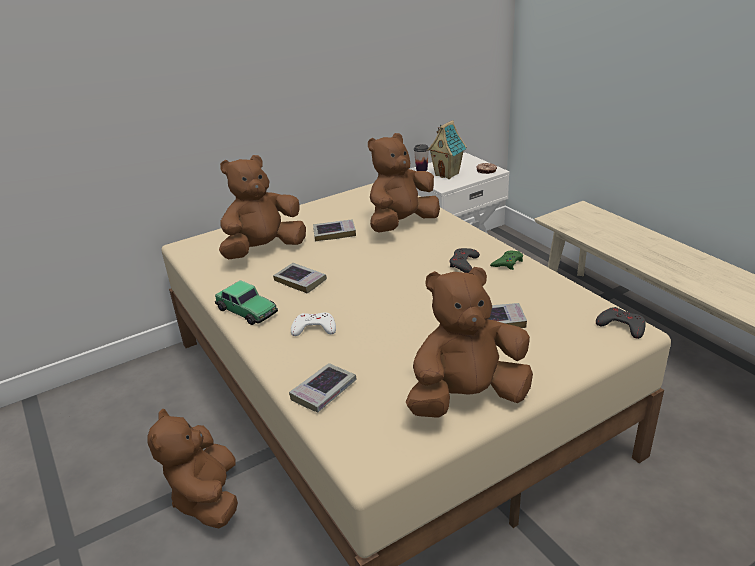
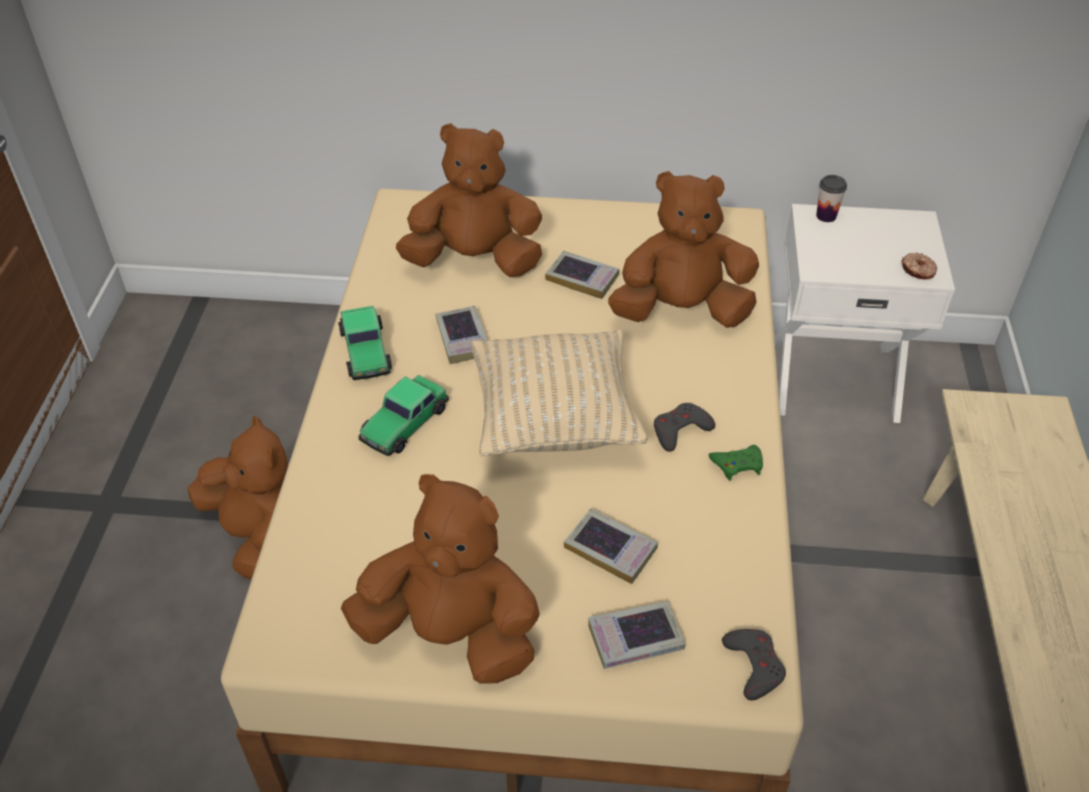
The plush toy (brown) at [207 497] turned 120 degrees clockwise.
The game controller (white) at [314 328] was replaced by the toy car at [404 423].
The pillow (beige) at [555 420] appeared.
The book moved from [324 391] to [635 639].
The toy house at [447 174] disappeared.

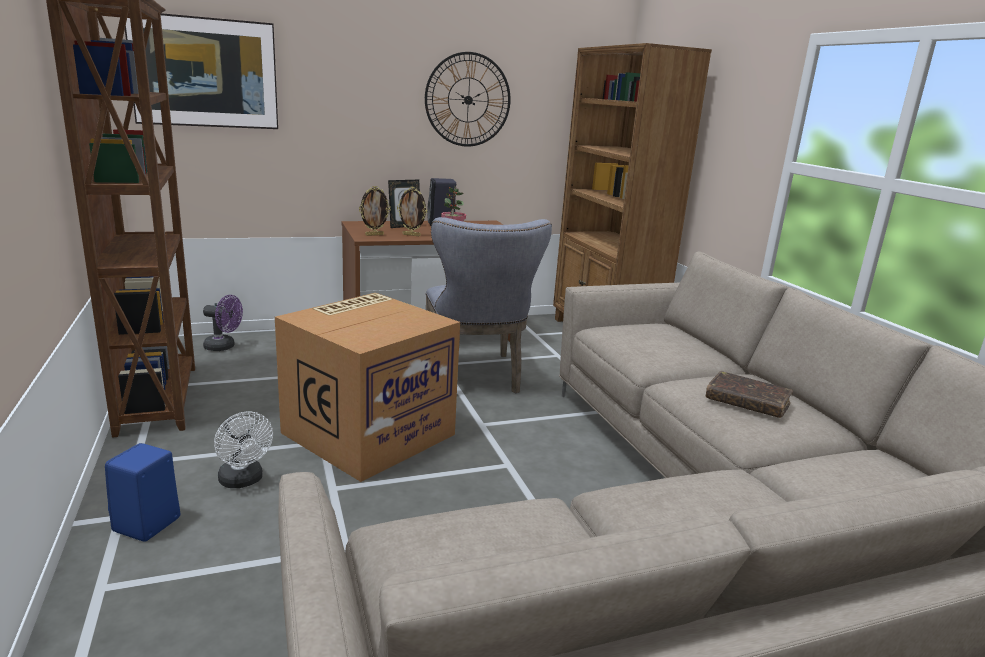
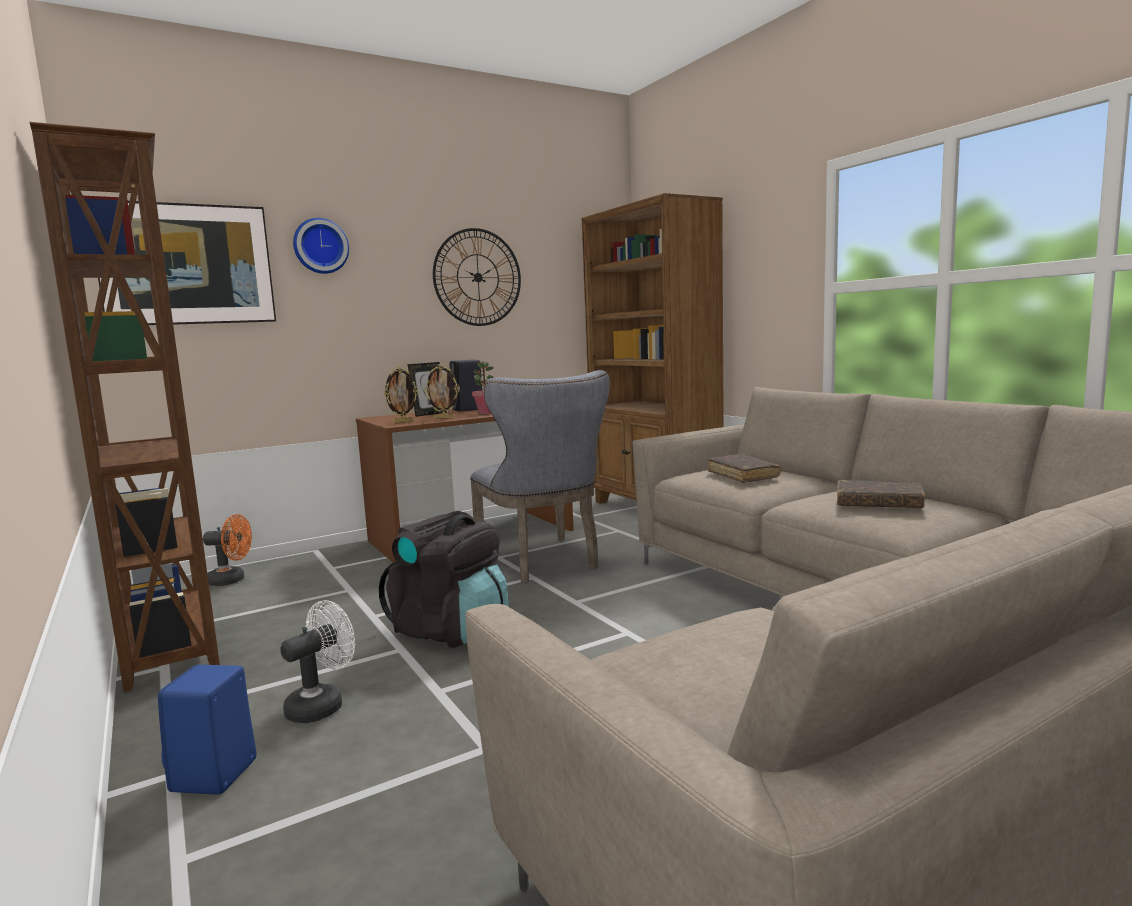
The fan (purple) at [224 347] became the fan (orange) at [232 580].
The fan (white) at [243 481] turned 90 degrees counterclockwise.
The wall clock at [320 246] appeared.
The cardboard box at [369 432] was replaced by the backpack (black) at [451 630].
The book (brown) at [743 475] appeared.

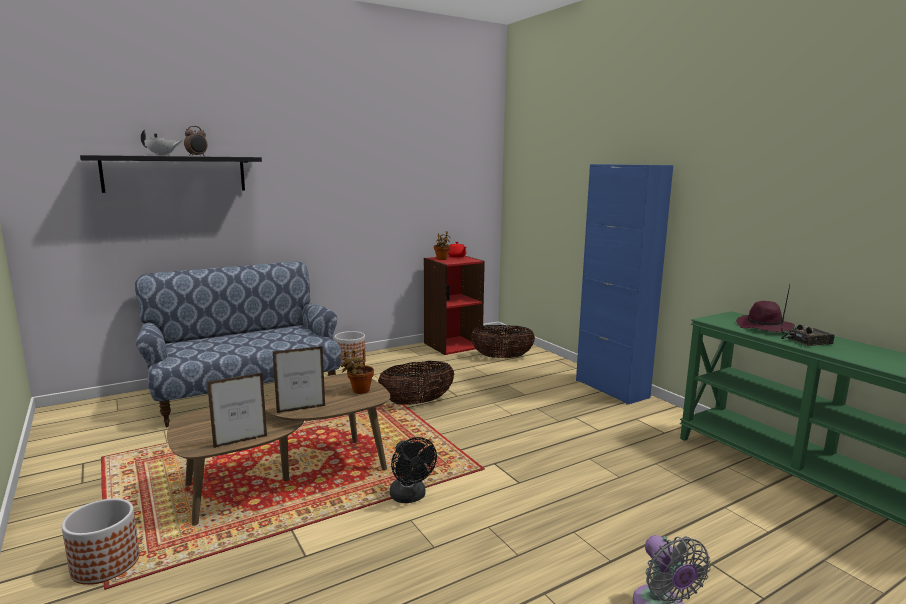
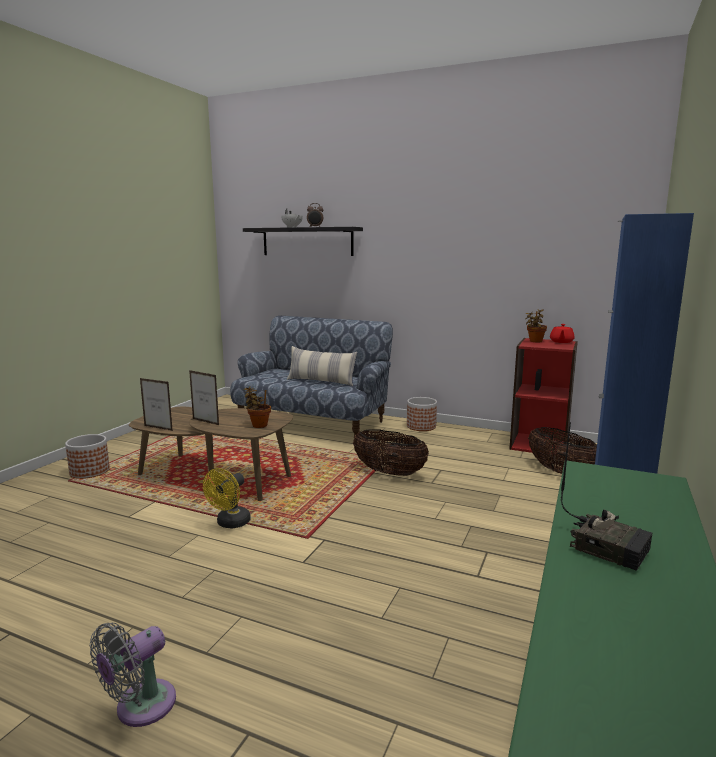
The fan (black) at [410 497] became the fan (yellow) at [230 524].
The pillow at [321 381] appeared.
The hat (purple) at [764 327] disappeared.

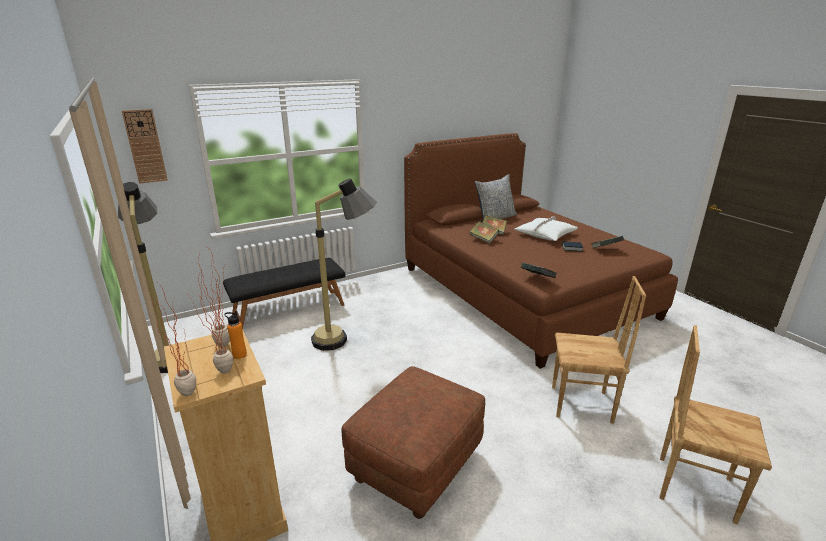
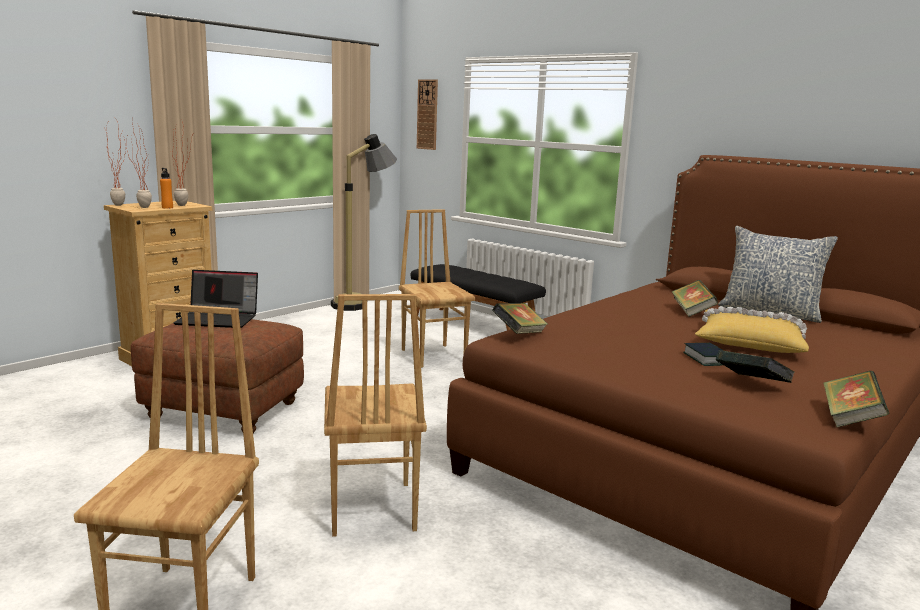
The laptop at [219 319] appeared.
The floor lamp at [346 340] was replaced by the chair (brown) at [434 355].
The pillow (white) at [545 234] became the pillow (yellow) at [749 342].
The book moved from [483 239] to [850 419].

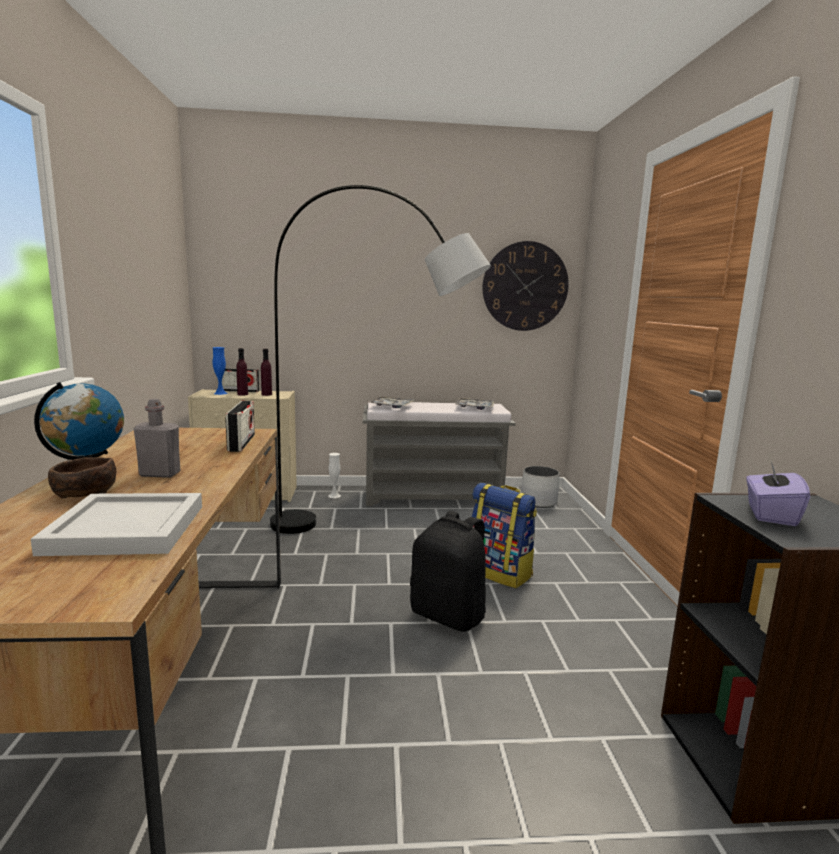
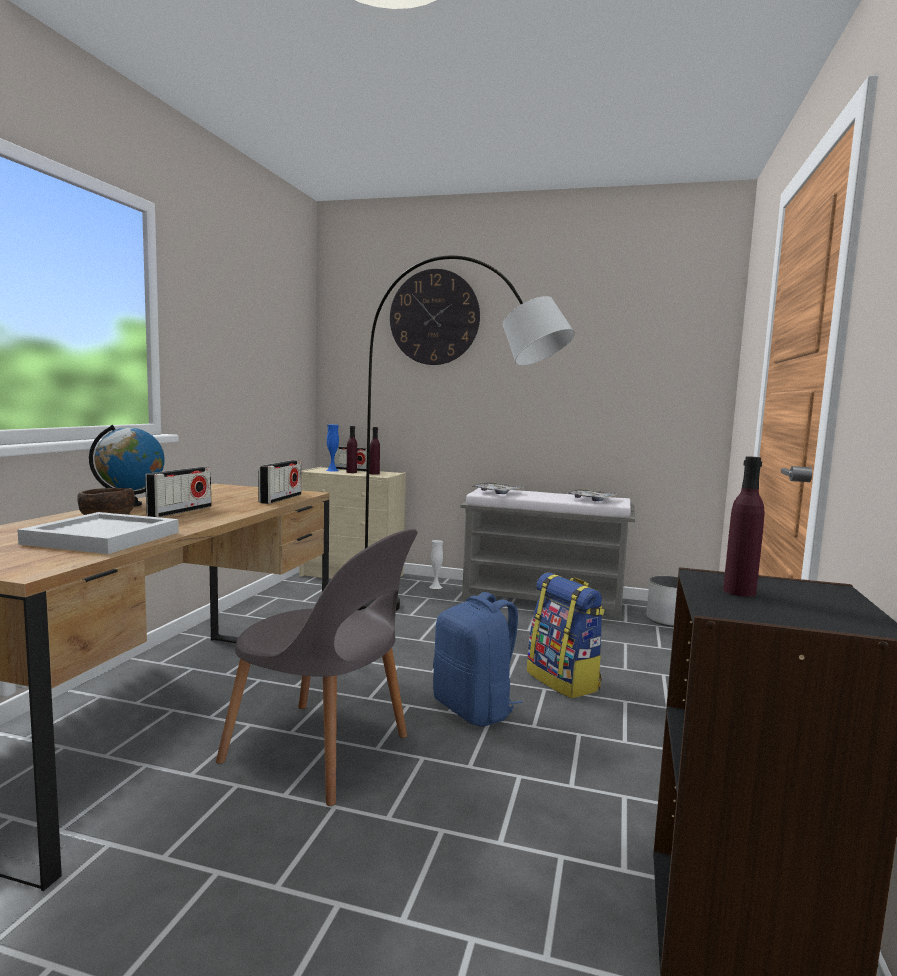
The bottle (grey) at [160 474] was replaced by the radio at [180 511].
The chair (grey) at [322 752] appeared.
The wall clock moved from [525 286] to [434 317].
The backpack (black) at [449 615] became the backpack (blue) at [475 710].
The tissue box (purple) at [770 514] was replaced by the bottle (purple) at [739 592].

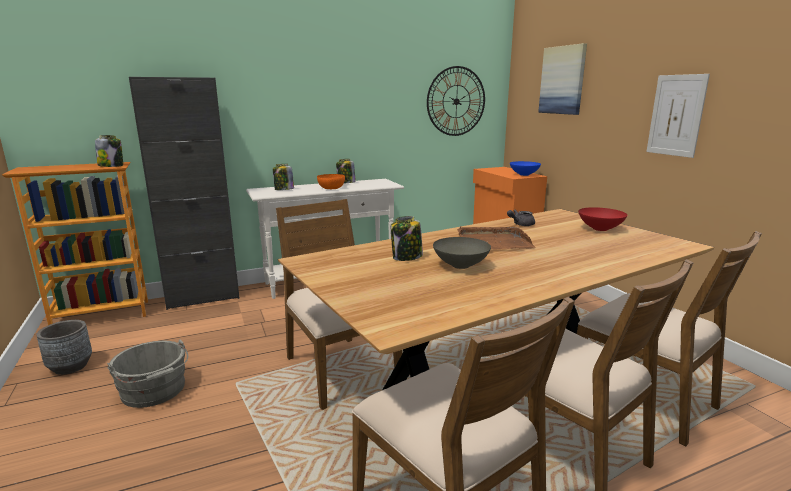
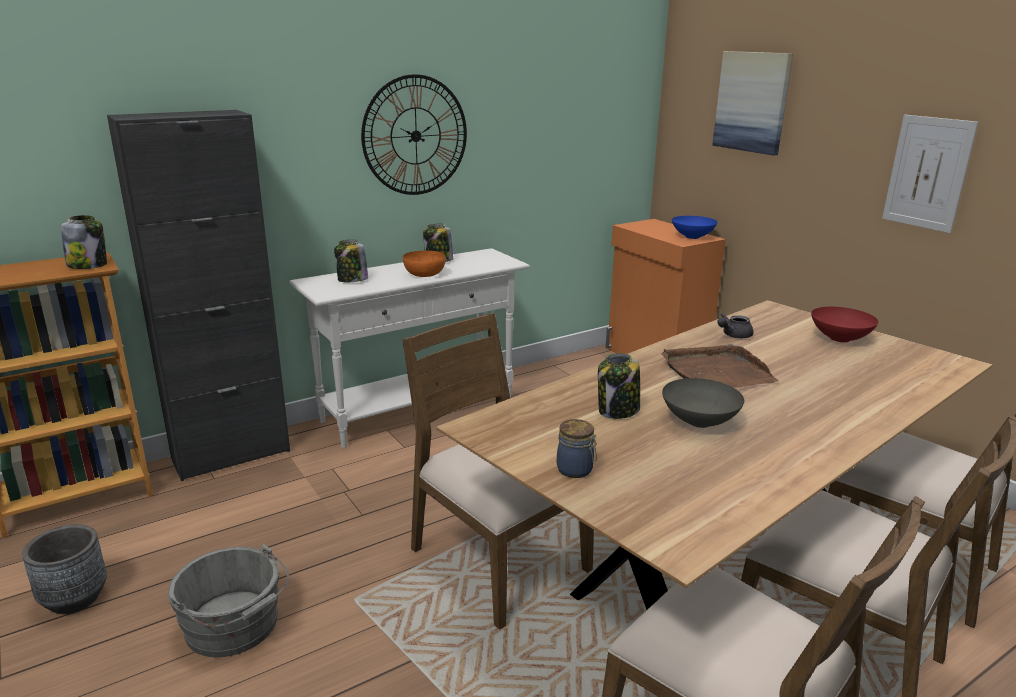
The wall clock moved from [456 101] to [415 136].
The jar at [576 470] appeared.

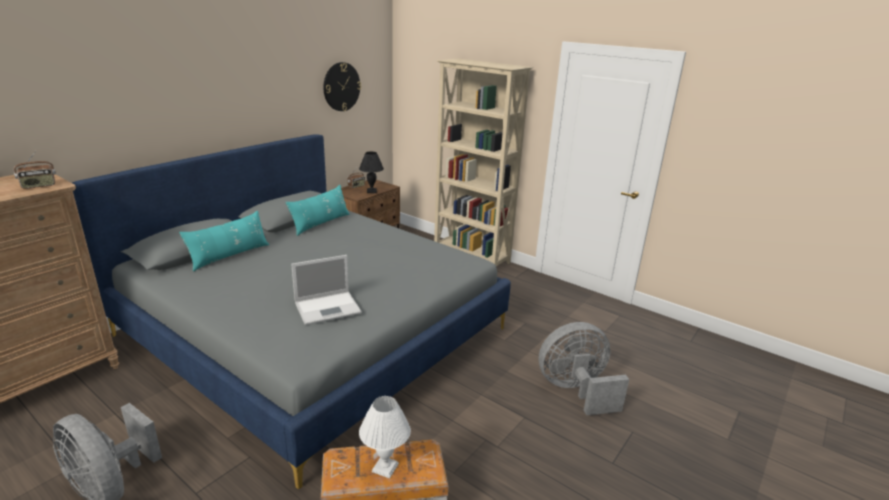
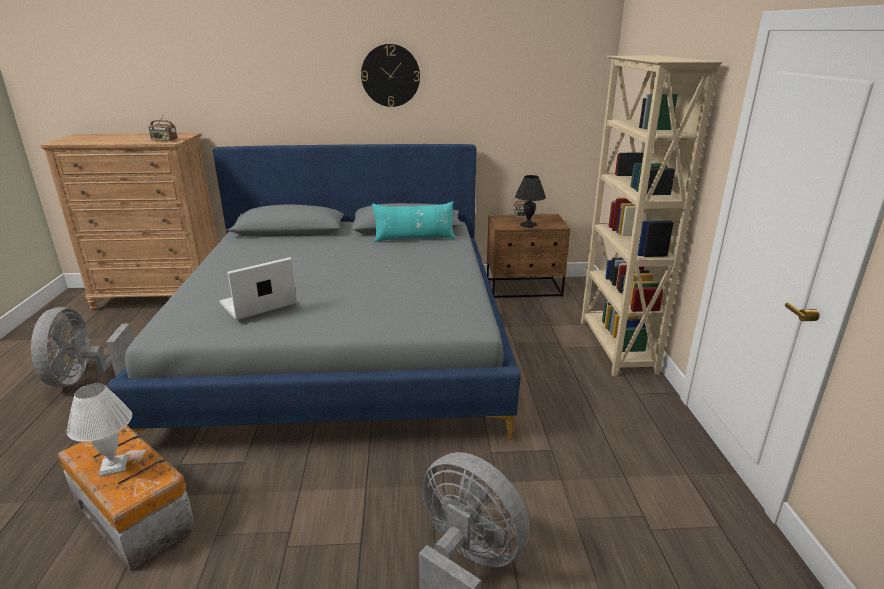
The laptop at [329 307] turned 120 degrees clockwise.
The wall clock moved from [341 87] to [390 75].
The pillow (turquoise) at [230 256] disappeared.

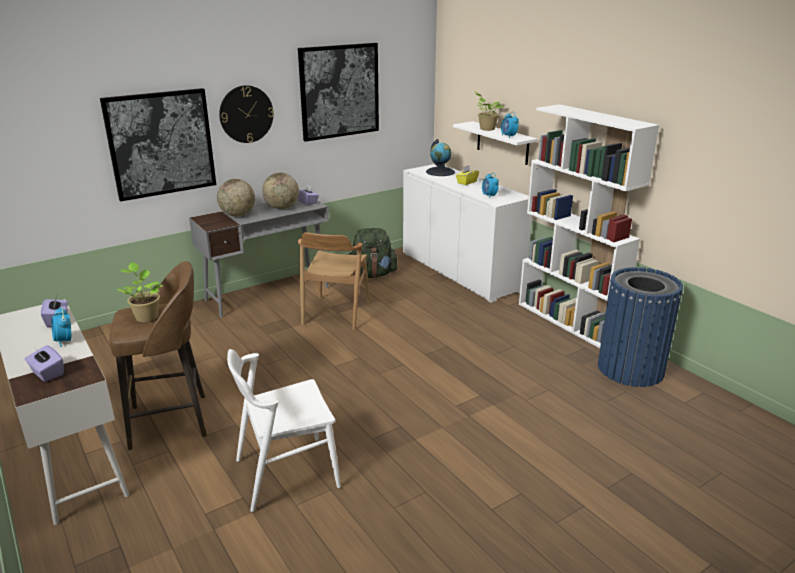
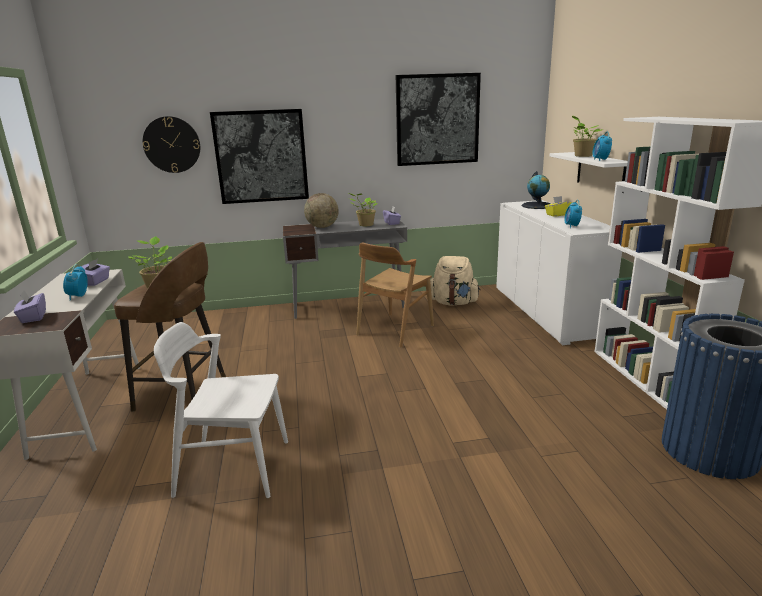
The wall clock moved from [246 114] to [172 144].
The globe at [282 207] was replaced by the potted plant at [365 225].
The backpack (green) at [372 274] became the backpack (beige) at [453 303].

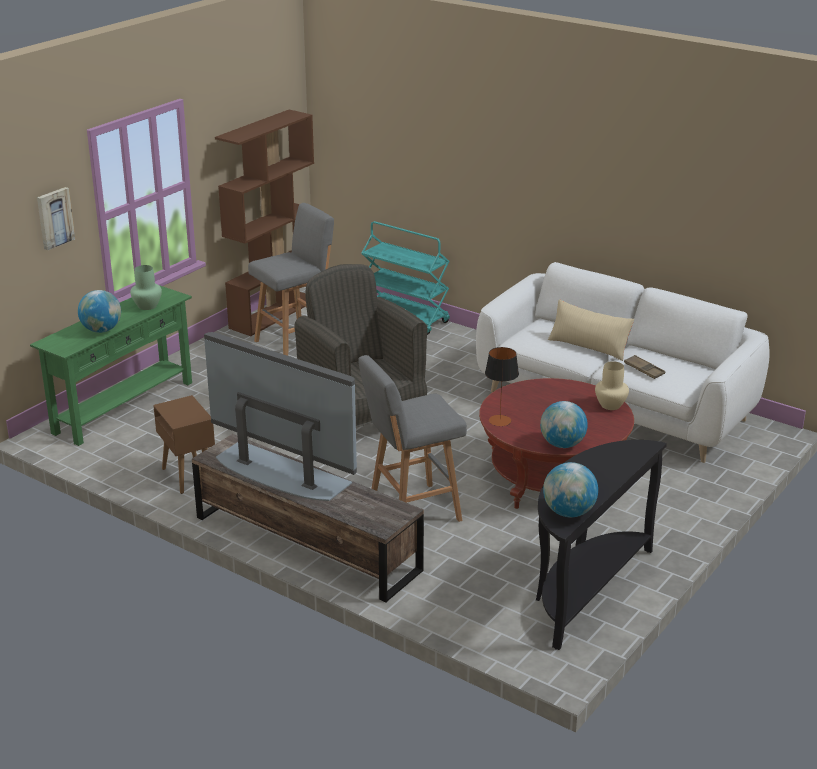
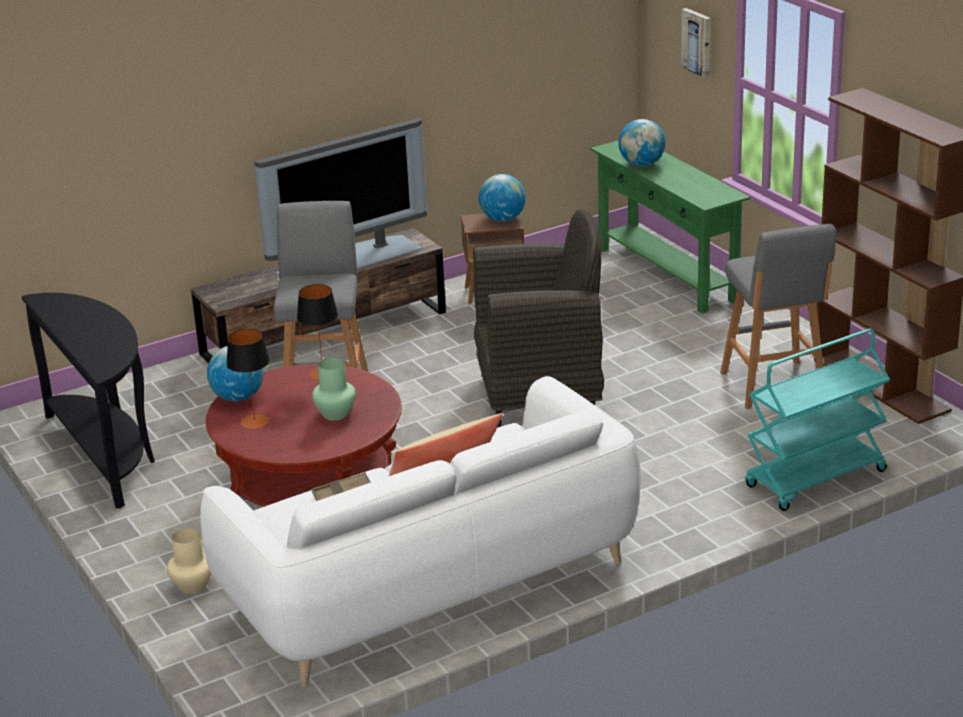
The vase (beige) moved from [610 405] to [193 586].
The table lamp at [255 422] appeared.
The vase (green) moved from [147 306] to [335 413].
The globe moved from [569 512] to [502 219].

